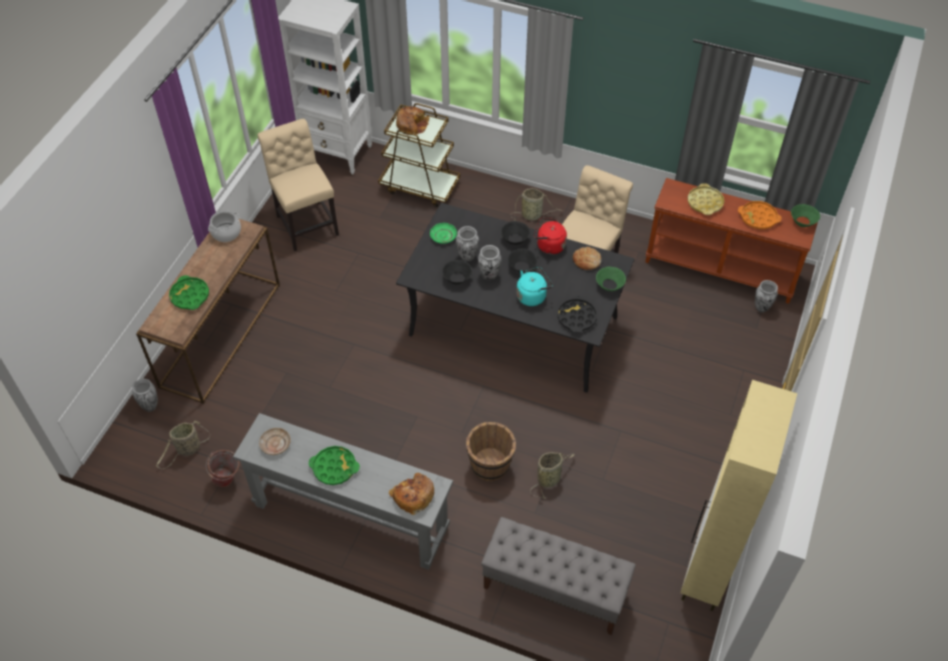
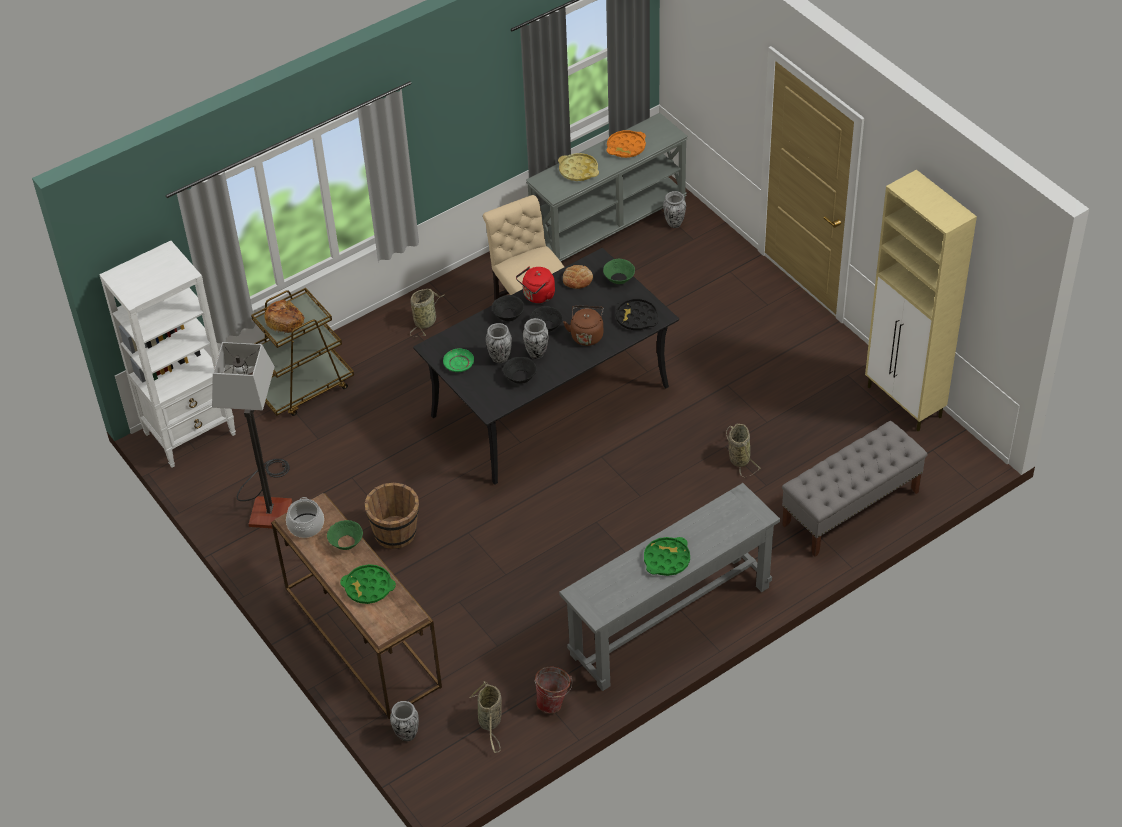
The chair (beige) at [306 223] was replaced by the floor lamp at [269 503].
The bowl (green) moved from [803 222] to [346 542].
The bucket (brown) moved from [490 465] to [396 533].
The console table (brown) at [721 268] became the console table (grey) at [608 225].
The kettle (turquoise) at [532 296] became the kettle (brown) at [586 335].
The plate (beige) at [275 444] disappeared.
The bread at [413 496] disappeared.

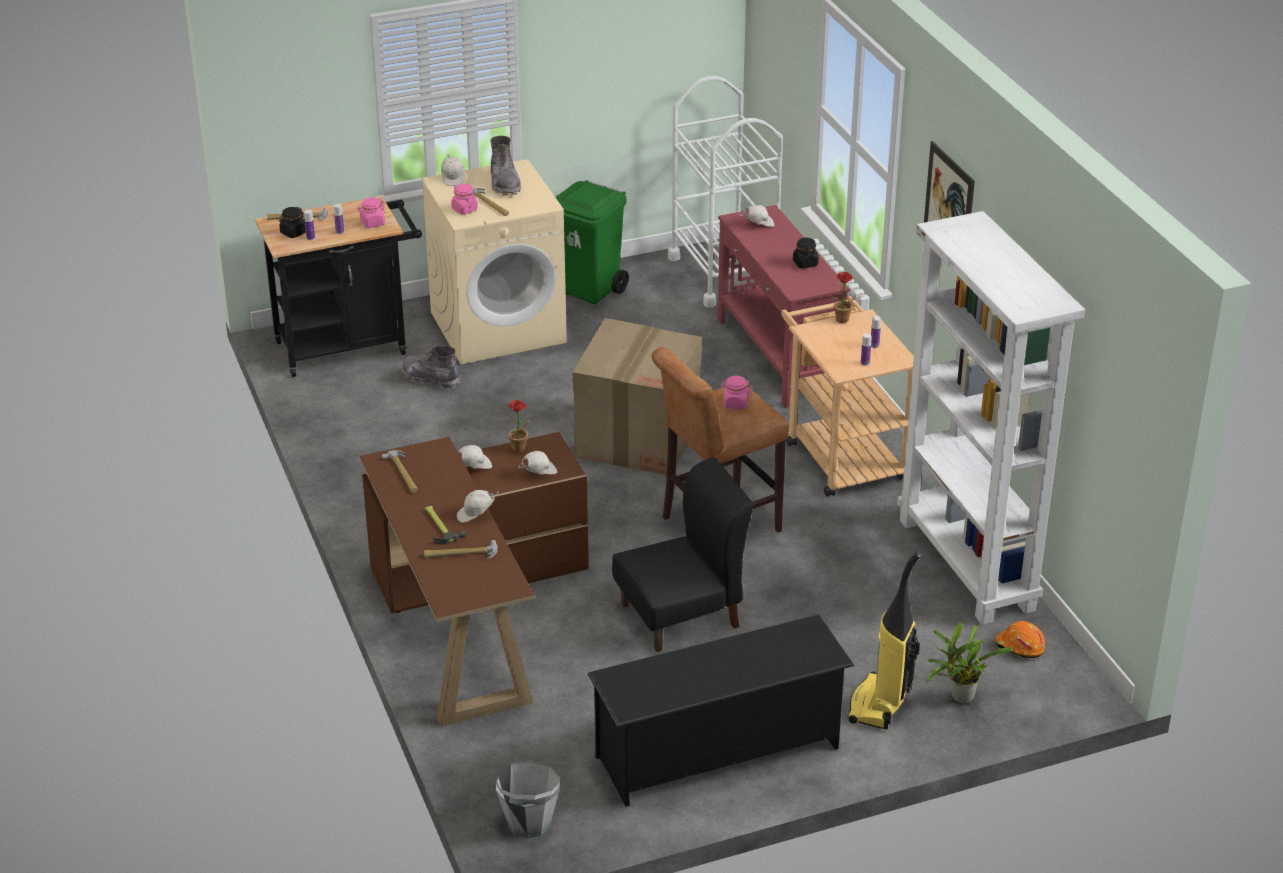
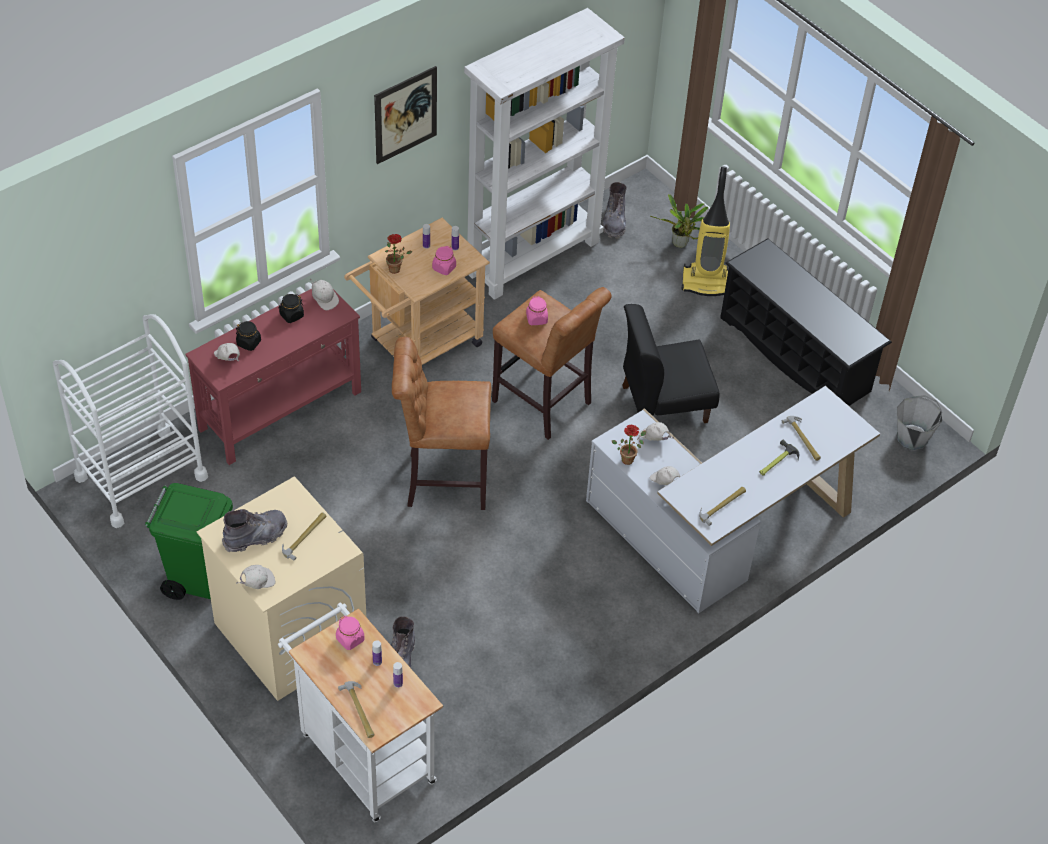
The jar (black) moved from [293 233] to [249 343].
The cart (black) at [349 346] became the cart (white) at [362 752].
The cap (white) moved from [476 515] to [324 299].
The cardboard box at [638 438] was replaced by the stool (brown) at [441 480].
The jar (pink) moved from [464 209] to [444 268].
The desk (brown) at [471 614] became the desk (white) at [721 530].
The hard hat (orange) at [1019 647] was replaced by the boot (grey) at [614 222].
The chair (black) at [681 616] turned 60 degrees counterclockwise.

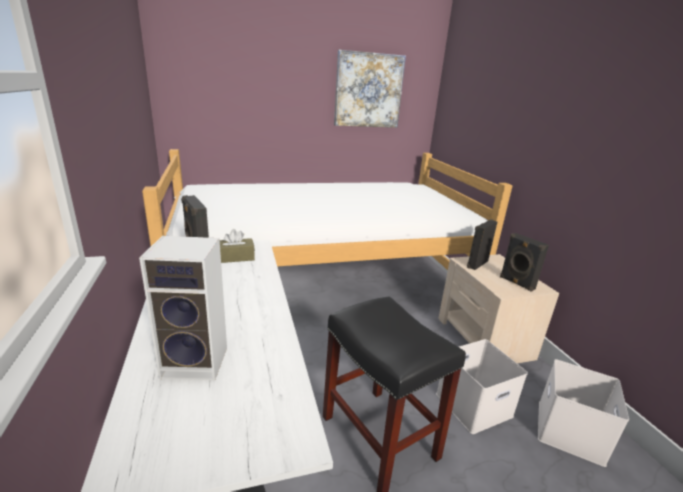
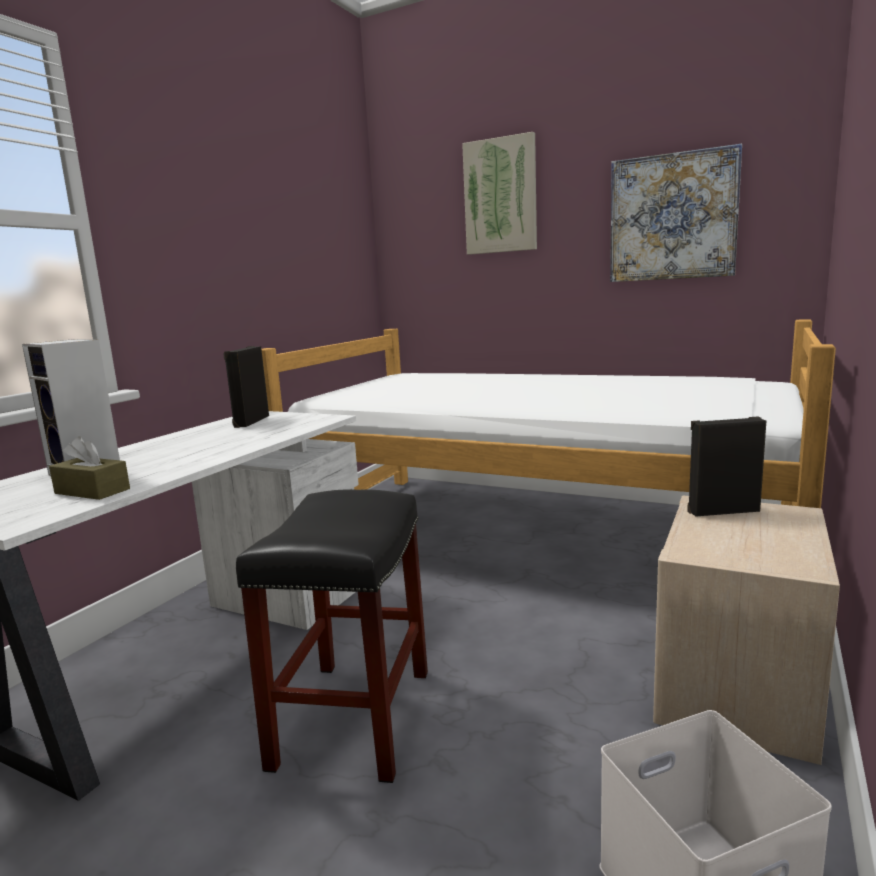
The tissue box (brown) moved from [235 257] to [92 491].
The picture at [500 196] appeared.
The storage box (white) at [473 403] disappeared.
The speaker (black) at [516 283] disappeared.

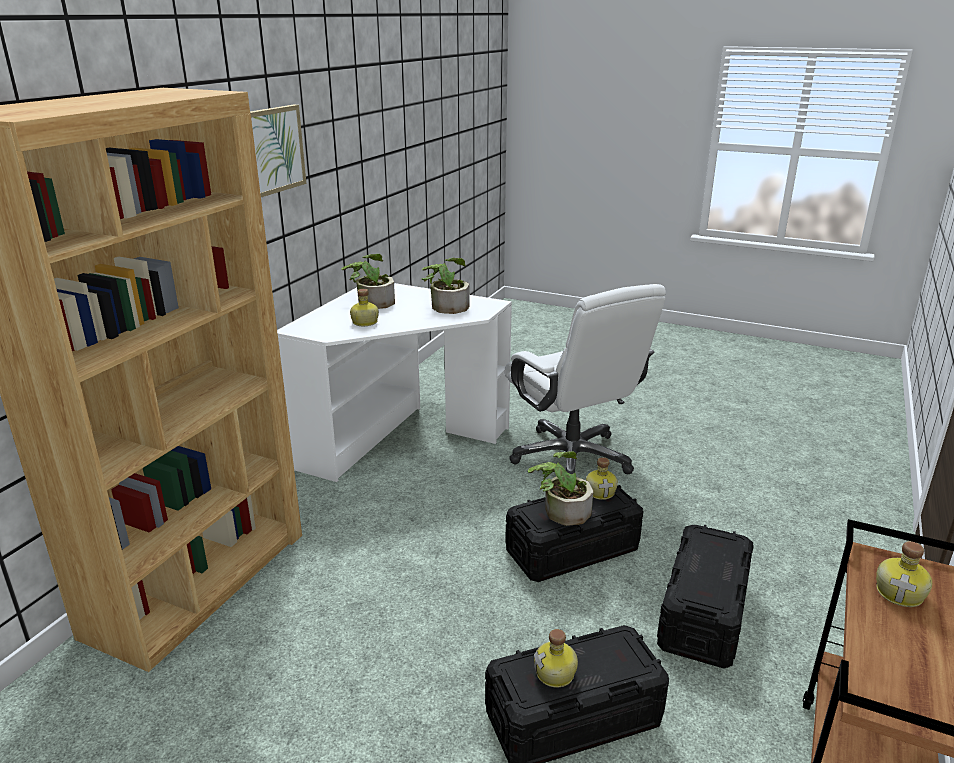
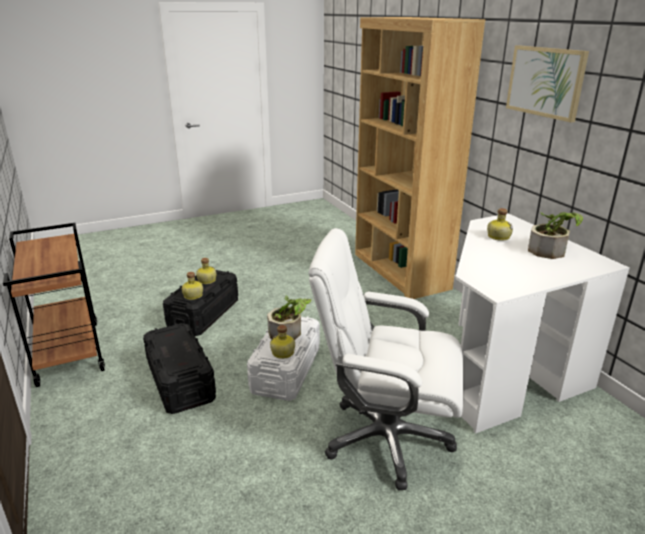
The bottle moved from [900 593] to [192 296].
The storage box (black) at [572 550] became the storage box (white) at [286 370].
The potted plant at [446 305] disappeared.

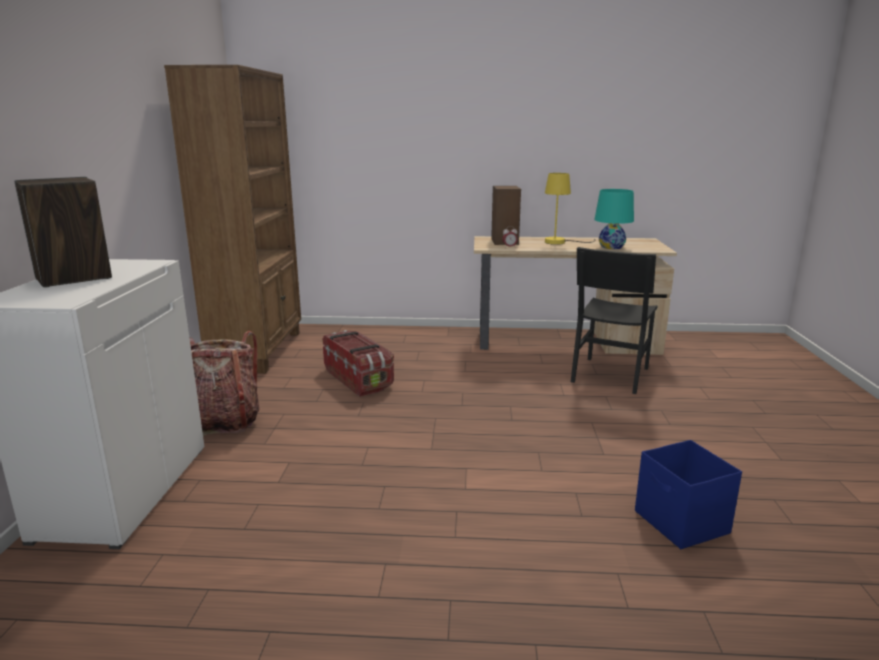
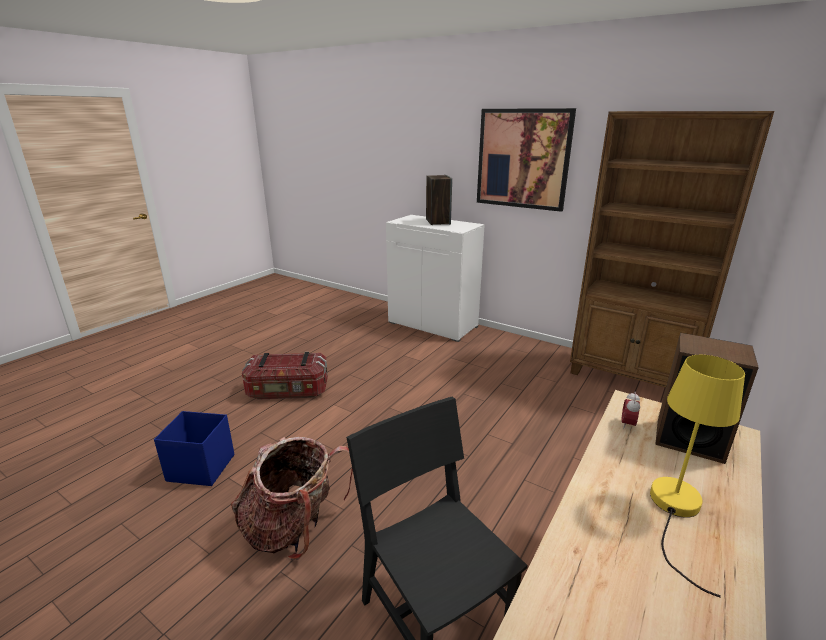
The backpack moved from [221 421] to [294 528].
The storage box moved from [358 379] to [288 391].
The picture at [522 159] appeared.
The table lamp (turquoise) at [611 247] disappeared.

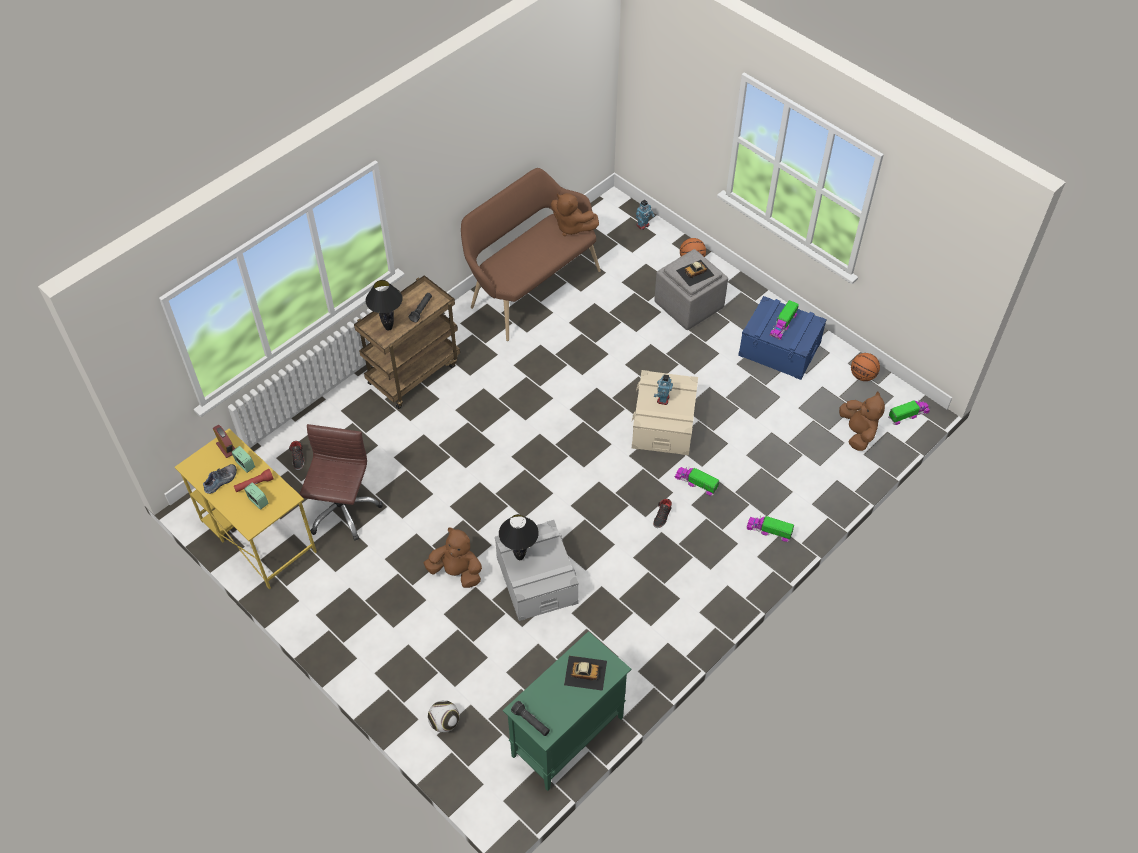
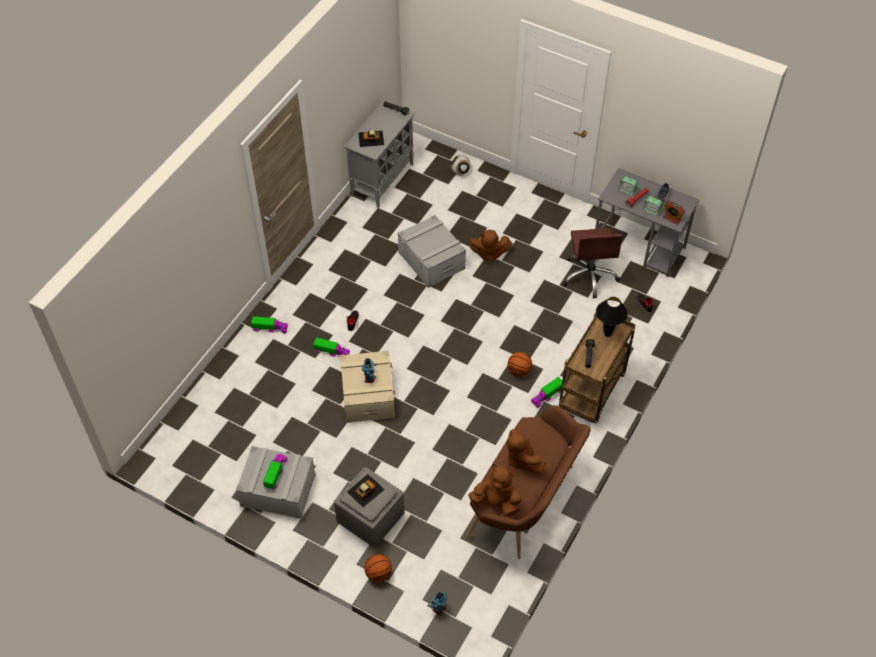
The storage box (blue) at [779 349] became the storage box (grey) at [278 490].
The cabinet (green) at [567 737] became the cabinet (grey) at [382 179].
The plush toy (brown) moved from [857 432] to [522 459].
The basketball moved from [862 375] to [519 371].
The toy truck moved from [908 415] to [547 395].
The desk (yellow) at [257 535] became the desk (grey) at [639 247].
The table lamp (black) at [520 556] disappeared.

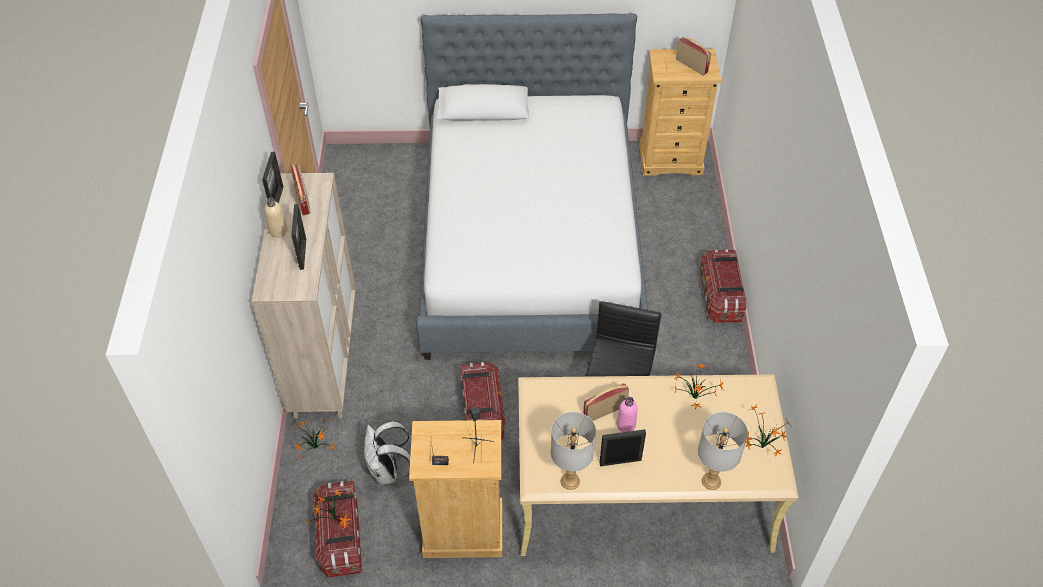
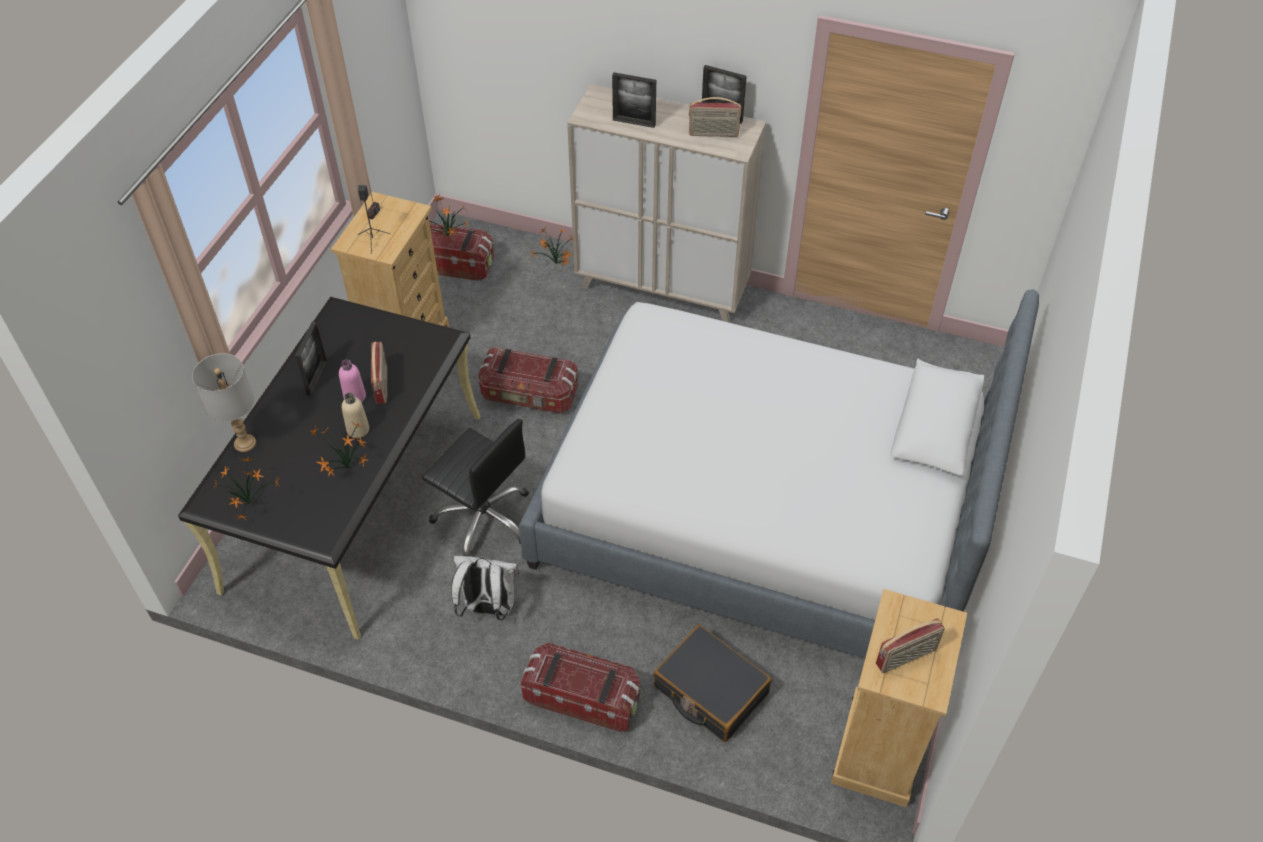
The desk (beige) at [641 494] became the desk (black) at [356 499].
The bottle (beige) moved from [278 230] to [358 430].
The backpack (white) moved from [387 471] to [488 607].
The suitcase (black) at [710 690] appeared.
The table lamp (grey) at [570 480] disappeared.

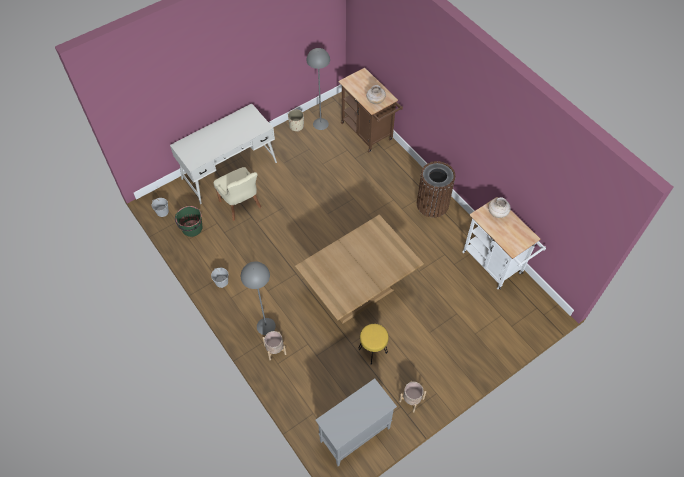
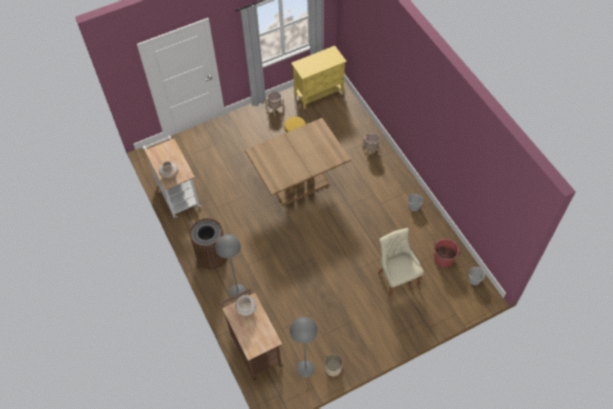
The floor lamp (grey) moved from [265 326] to [238 291].
The cabinet (grey) at [354 435] became the cabinet (yellow) at [319 93].
The bucket (green) at [192 228] became the bucket (red) at [444 258].
The desk (white) at [229 170] disappeared.

